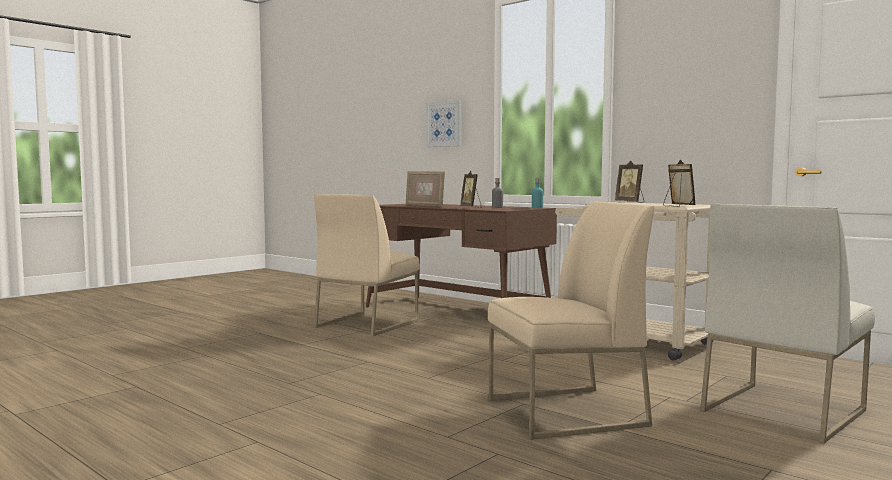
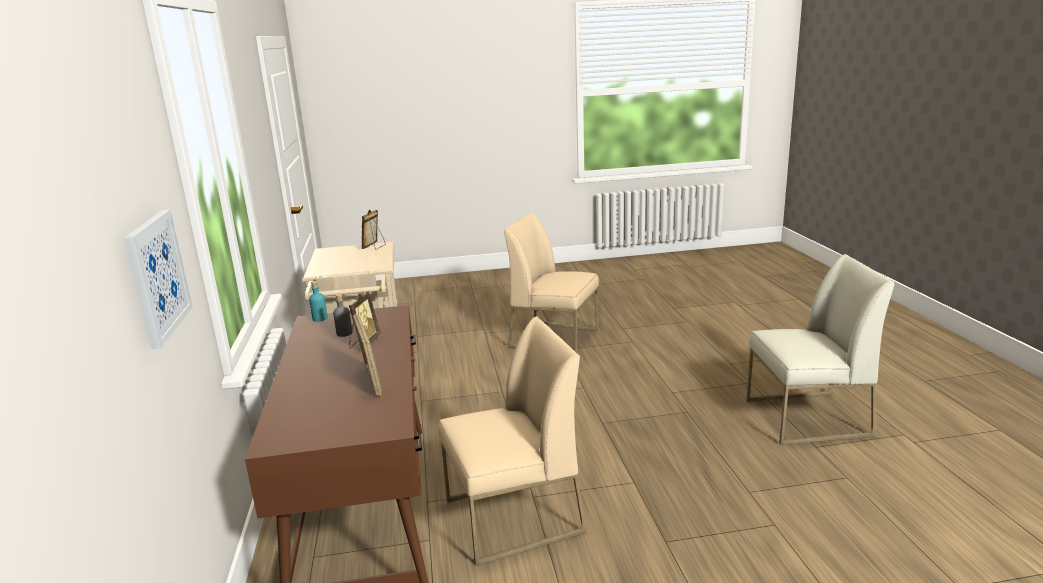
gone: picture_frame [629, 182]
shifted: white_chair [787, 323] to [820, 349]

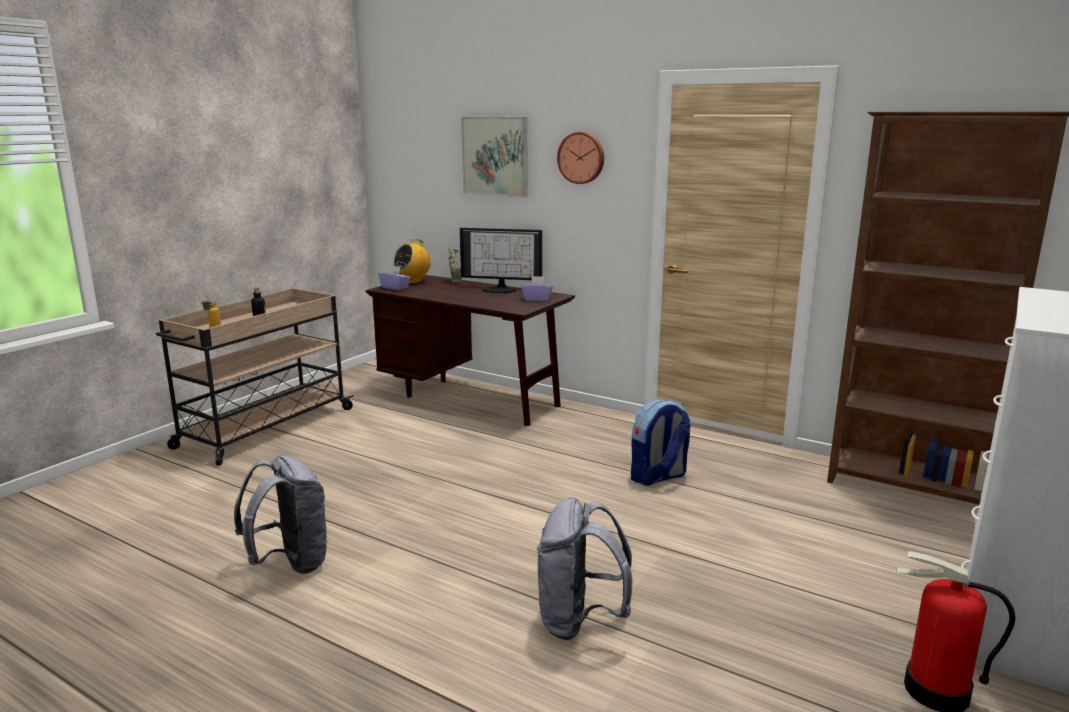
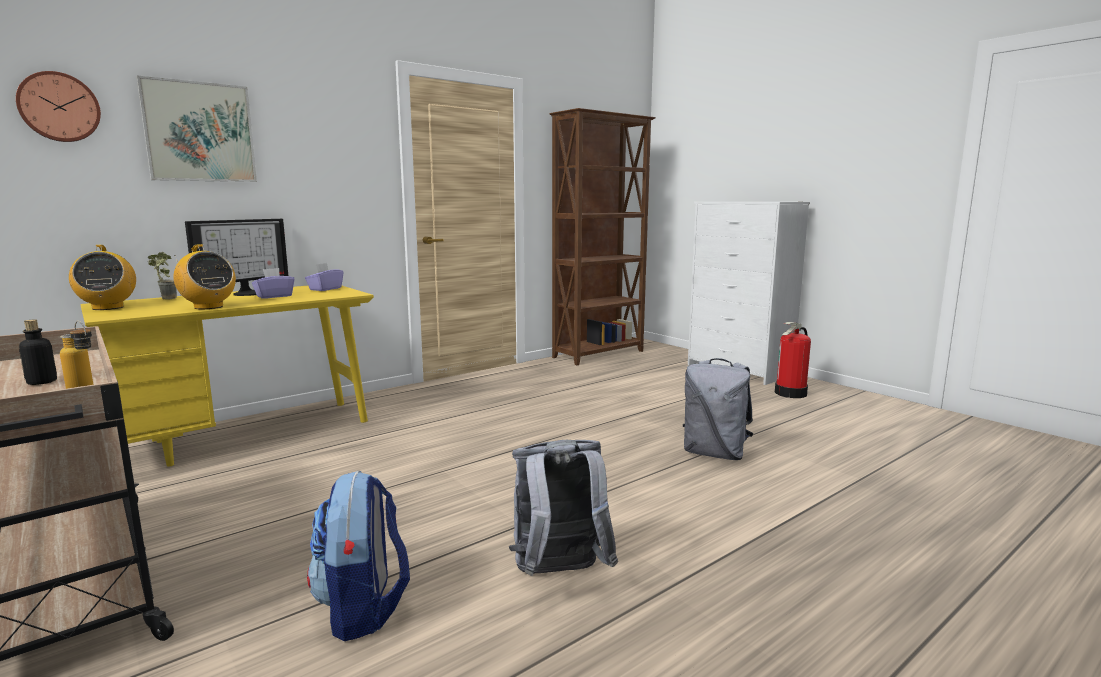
new: radio [205, 276]
shifted: wall_clock [580, 158] to [58, 106]; purple_tissue_box [394, 278] to [273, 283]; backpack [661, 442] to [358, 556]
repainted: brown_desk [470, 350] to yellow_desk [227, 376]

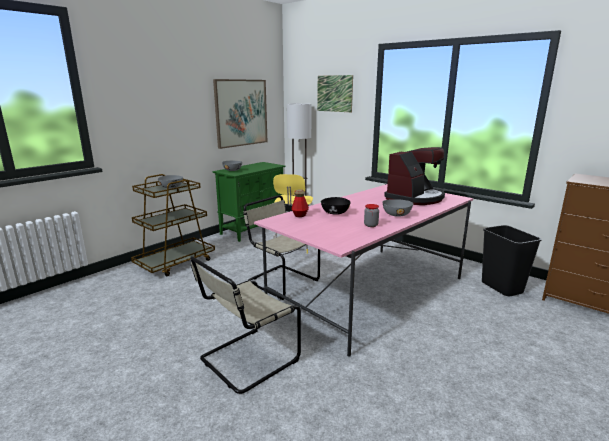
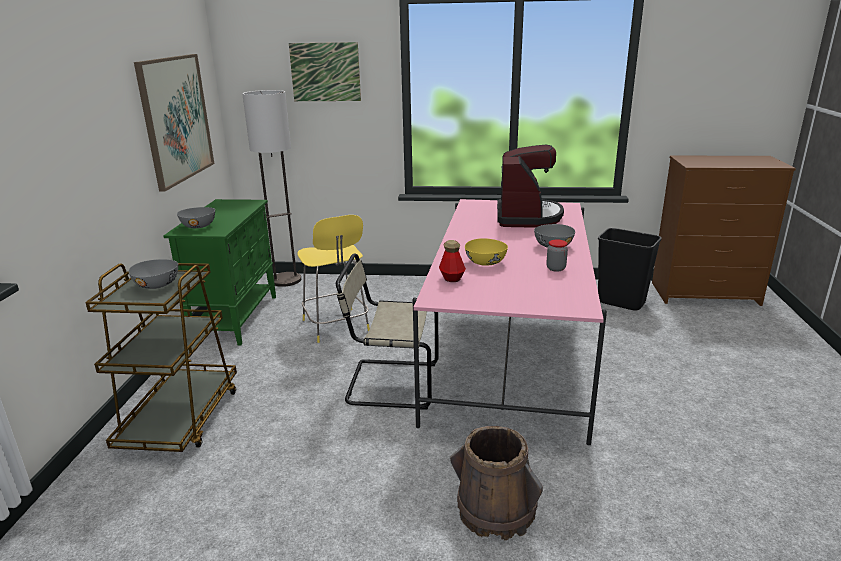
swapped: beige_chair [245, 325] to brown_bucket [496, 483]
repainted: black_bowl [336, 206] to yellow_bowl [486, 252]

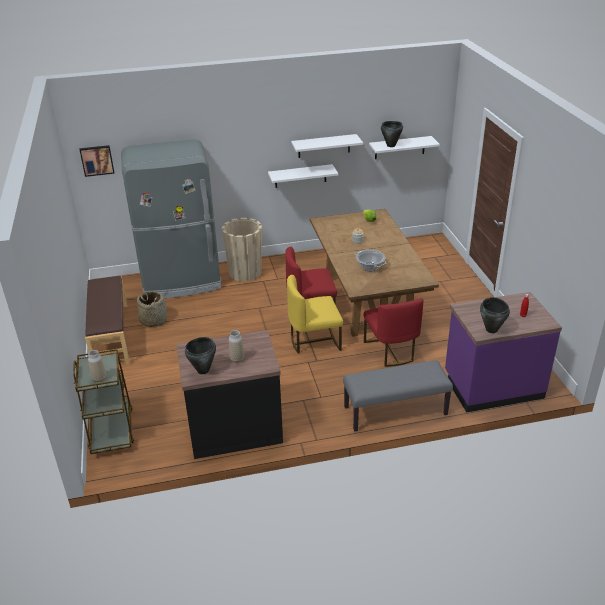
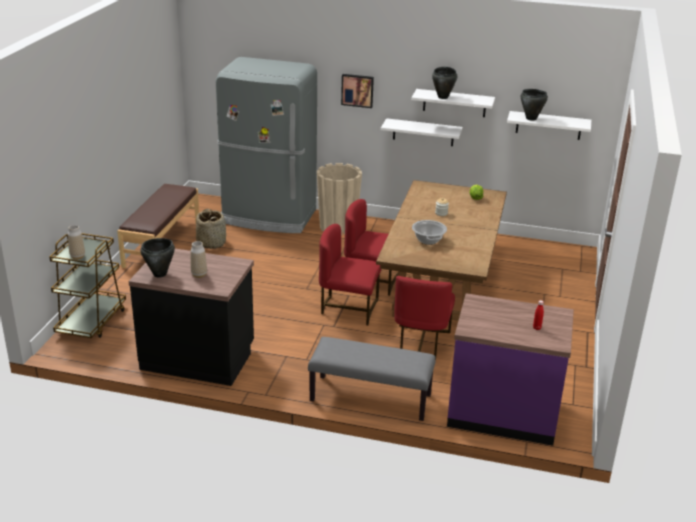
shifted: picture [96, 161] to [357, 91]; black_cooking_pot [495, 315] to [444, 83]
repainted: yellow_chair [315, 314] to red_chair [350, 274]

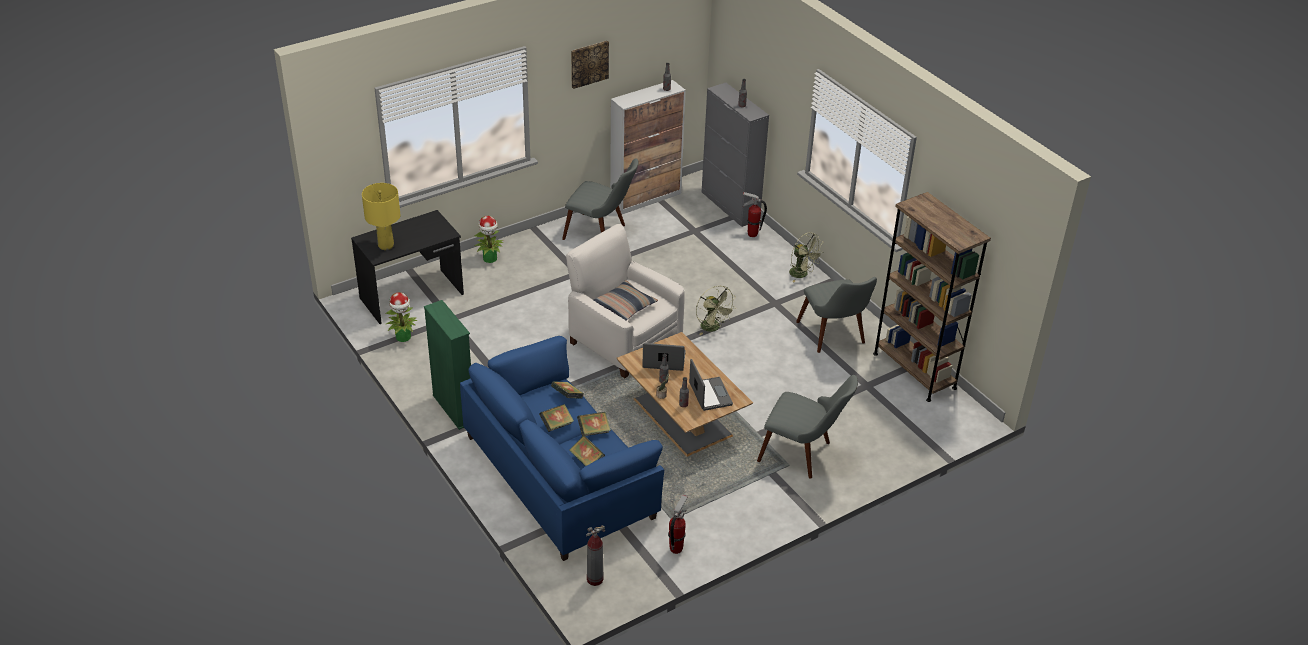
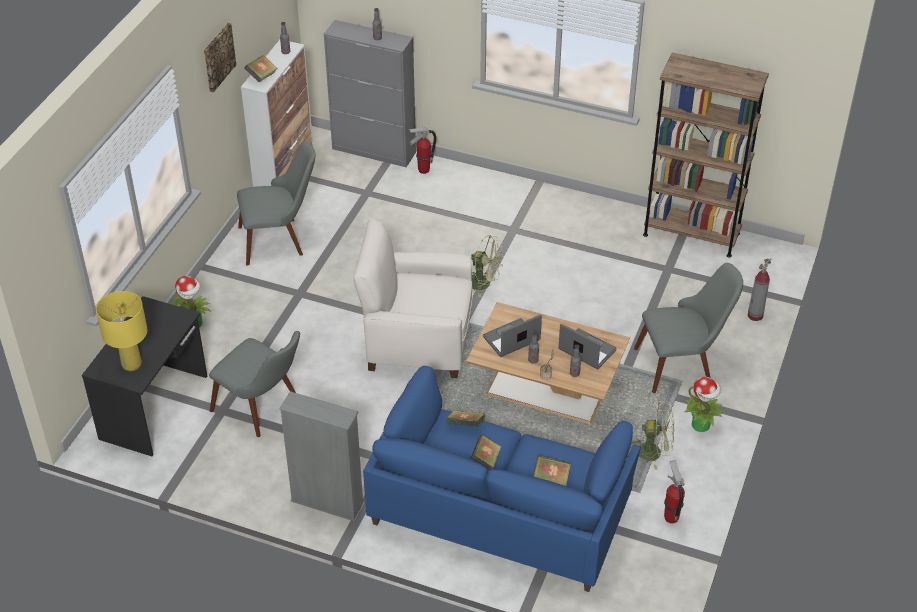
gone: pillow [626, 300]
shifted: green_fan [806, 257] to [654, 435]; grey_chair [836, 315] to [254, 384]; potted_plant [401, 317] to [704, 404]; book [594, 424] to [261, 68]; fire_extinguisher [595, 555] to [760, 289]
repainted: green_bookcase [447, 365] to grey_bookcase [322, 456]

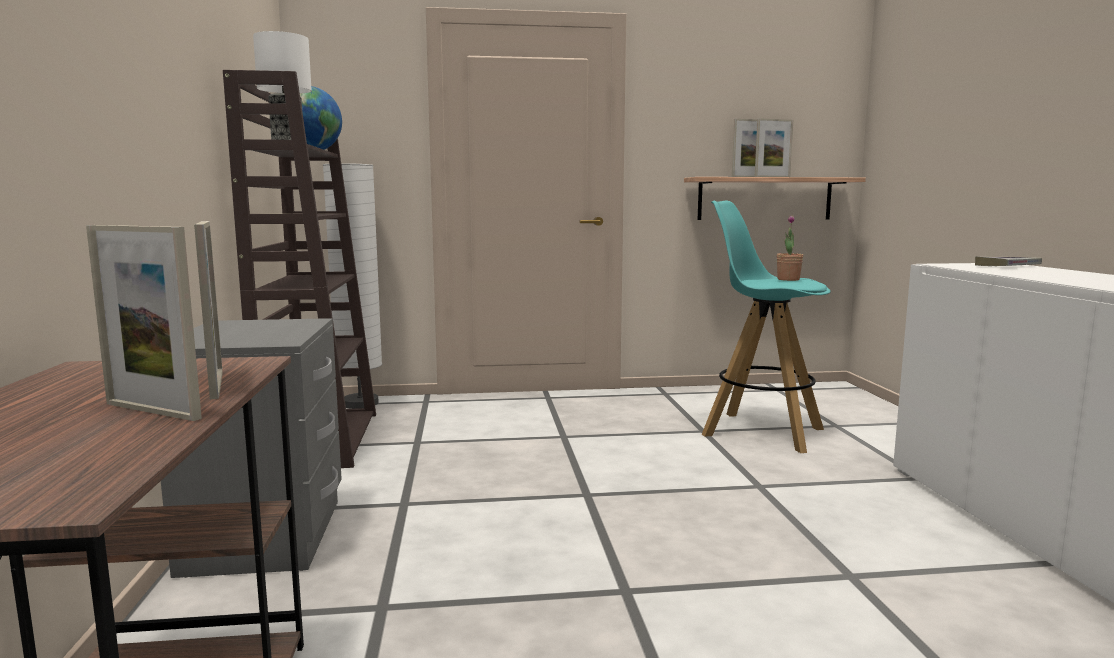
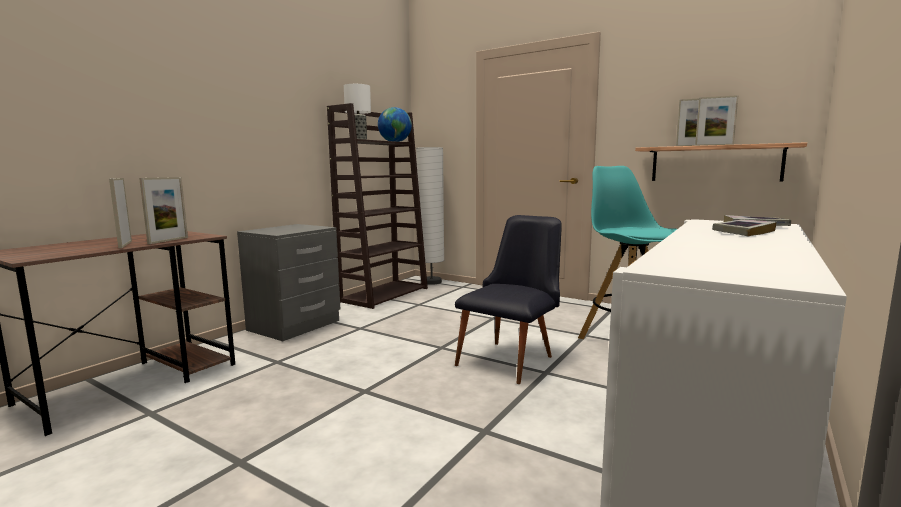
gone: potted_plant [790, 248]
new: black_chair [508, 299]; book [744, 228]

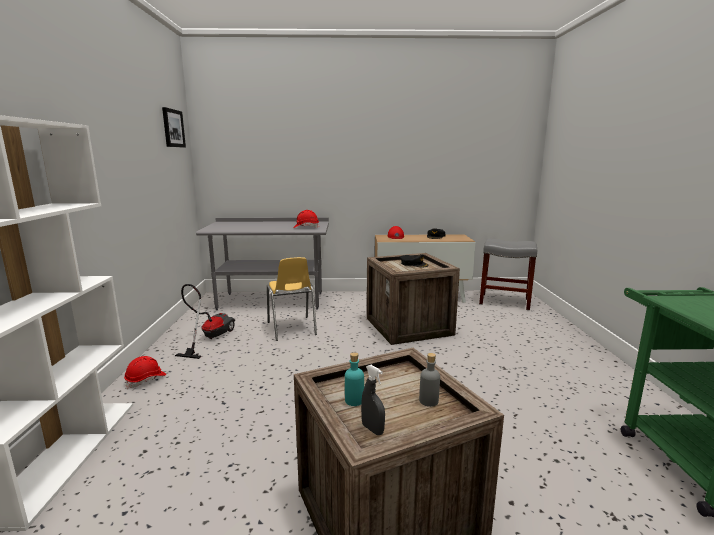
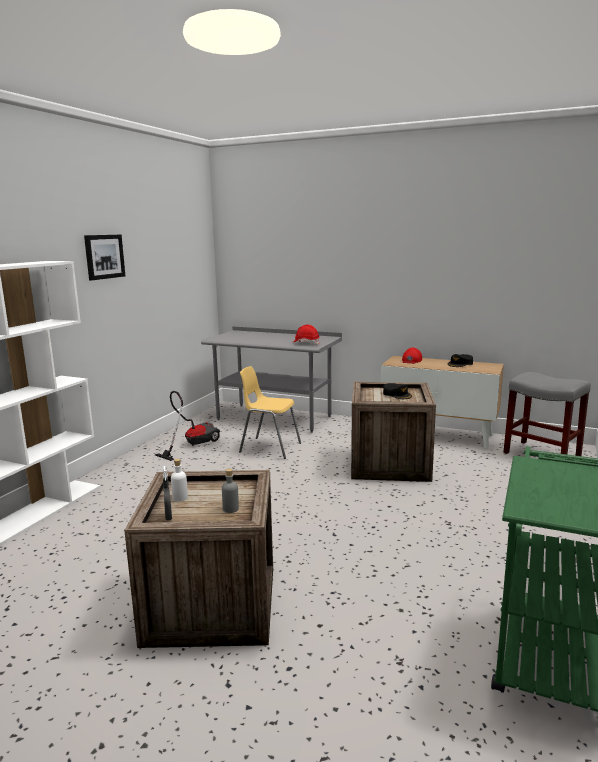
gone: red_hard_hat [145, 372]
shifted: picture [174, 127] to [104, 257]
repainted: turquoise_bottle [354, 379] to white_bottle [179, 480]
rotated: yellow_chair [292, 299] = [270, 412] 105 degrees clockwise

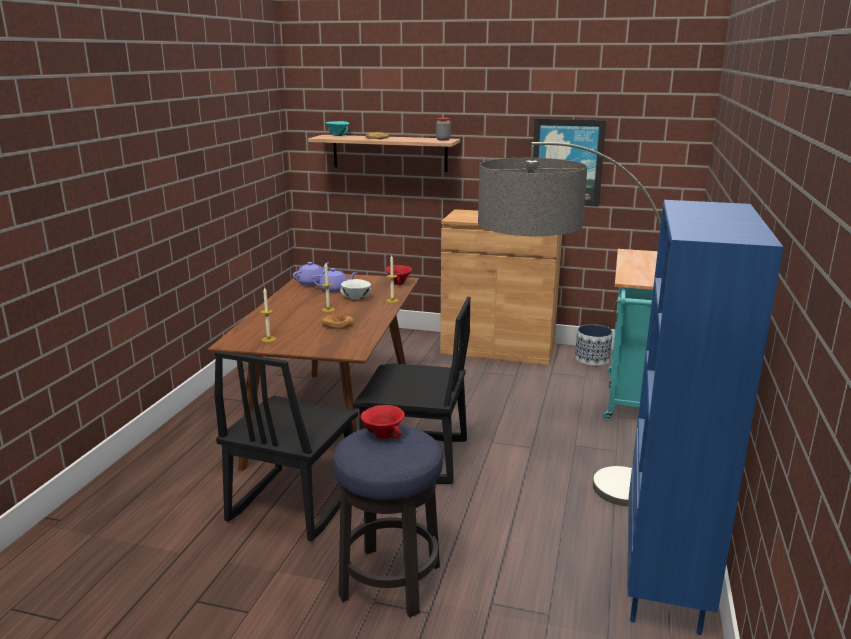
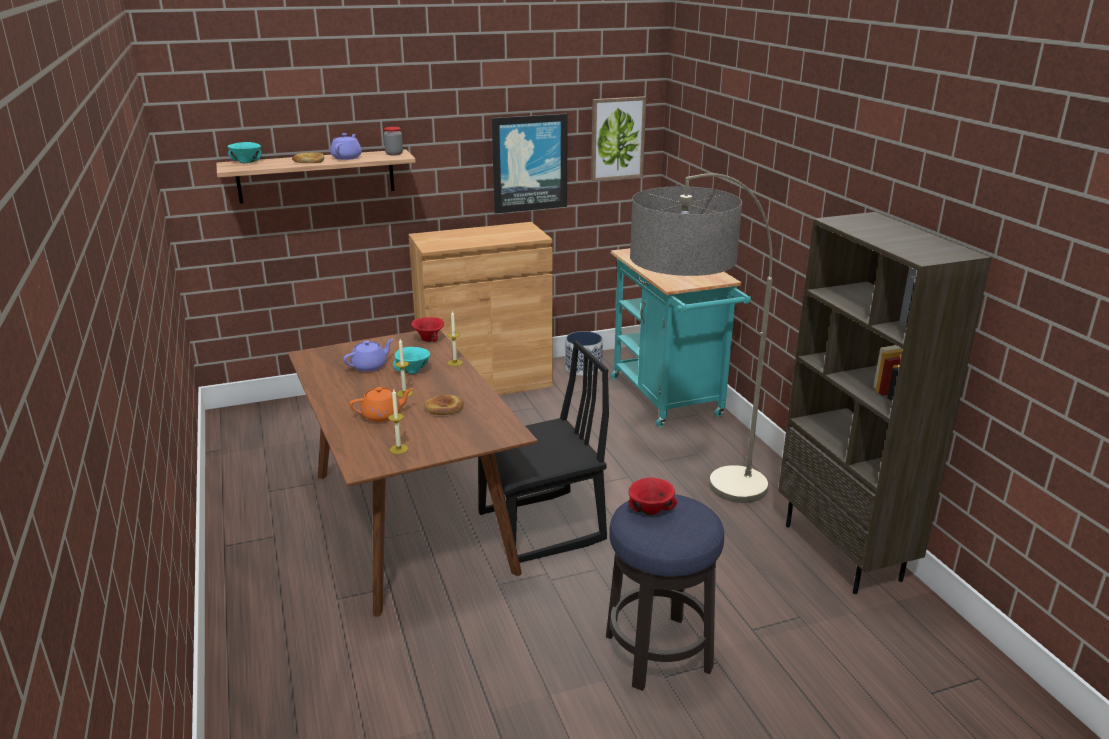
gone: black_chair [286, 445]
new: picture [618, 138]; orange_teapot [381, 404]
shifted: purple_teapot [311, 274] to [346, 146]
repainted: blue_bookcase [705, 417] to brown_bookcase [885, 403]; white_bowl [355, 289] to turquoise_bowl [411, 360]

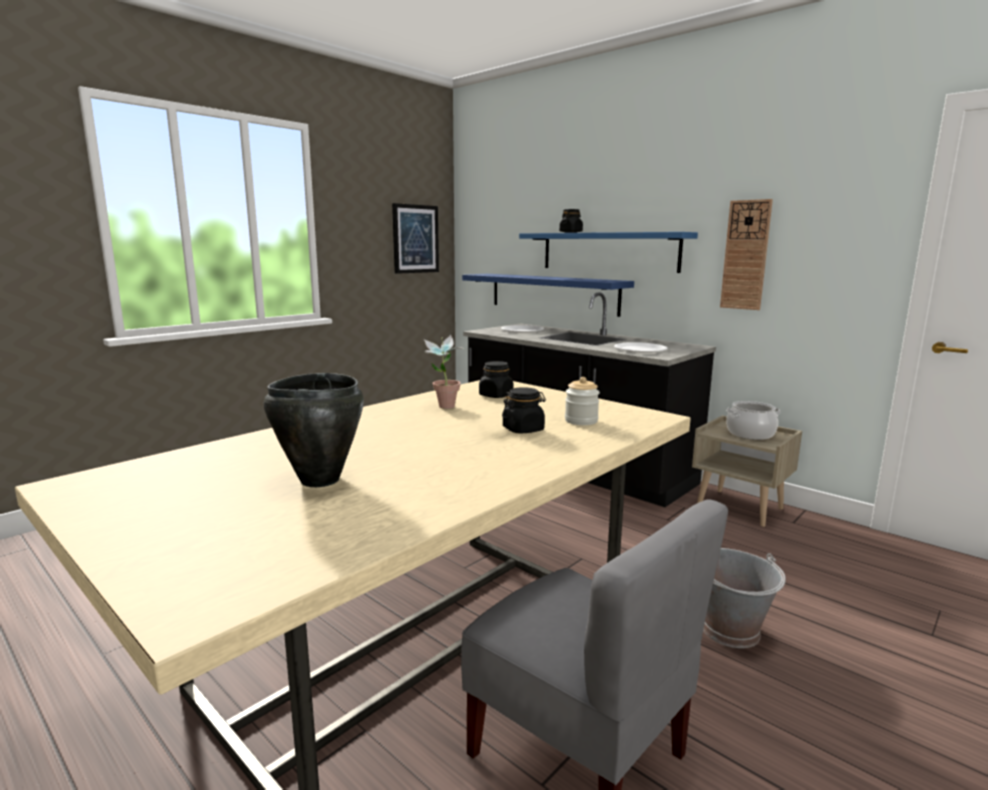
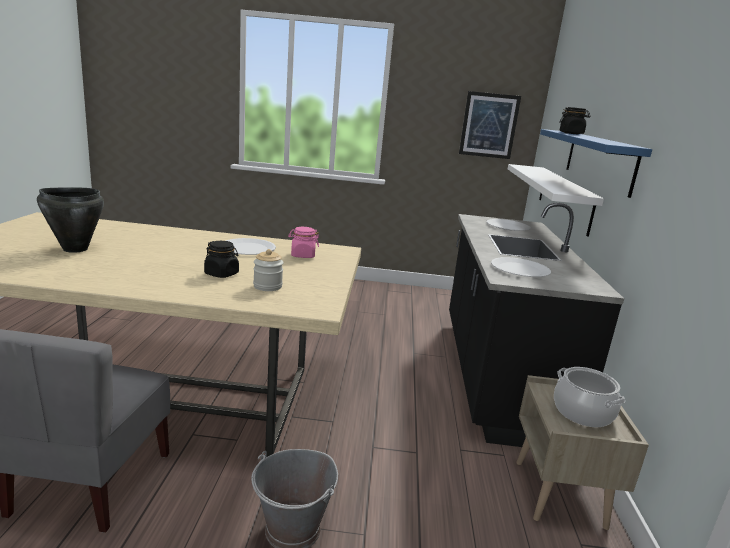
gone: wall_clock [746, 254]
swapped: potted_plant [445, 372] to white_plate [251, 246]
repainted: blue_shelf [548, 295] to white_shelf [556, 200]; black_jar [496, 379] to pink_jar [303, 242]

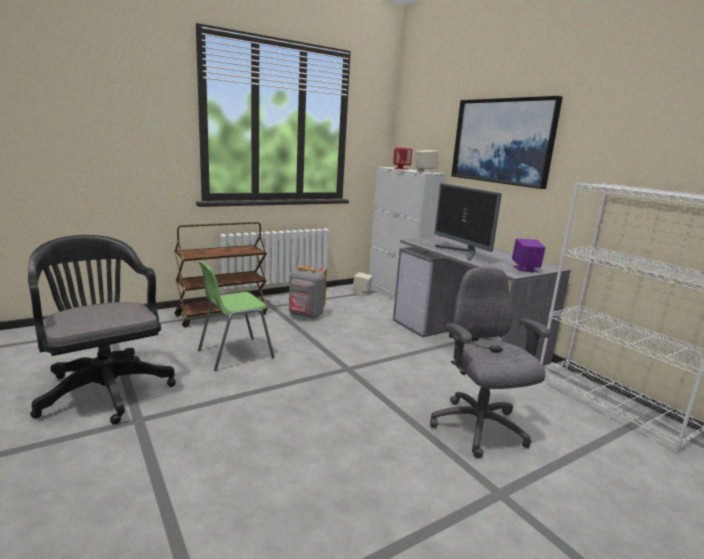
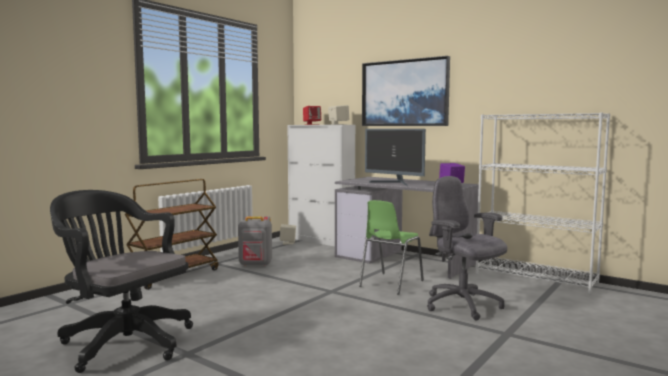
shifted: green_chair [236, 316] to [391, 247]

